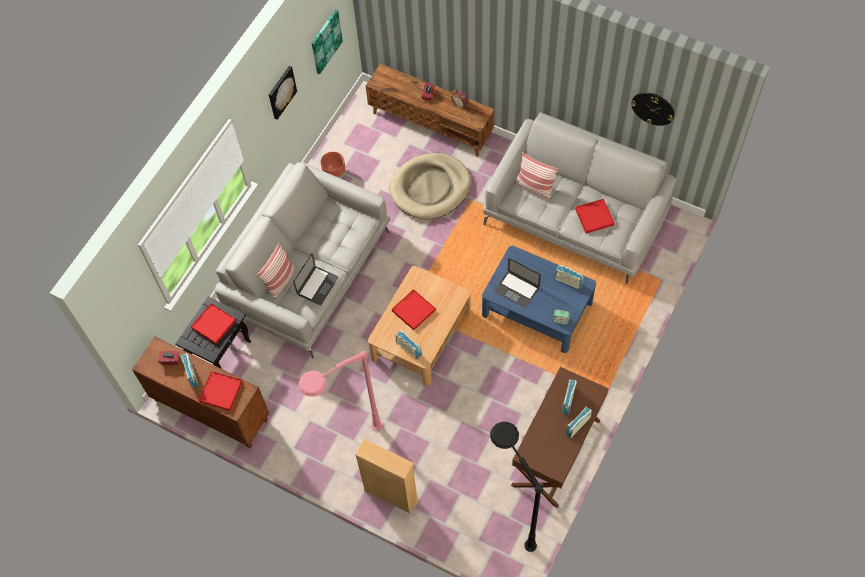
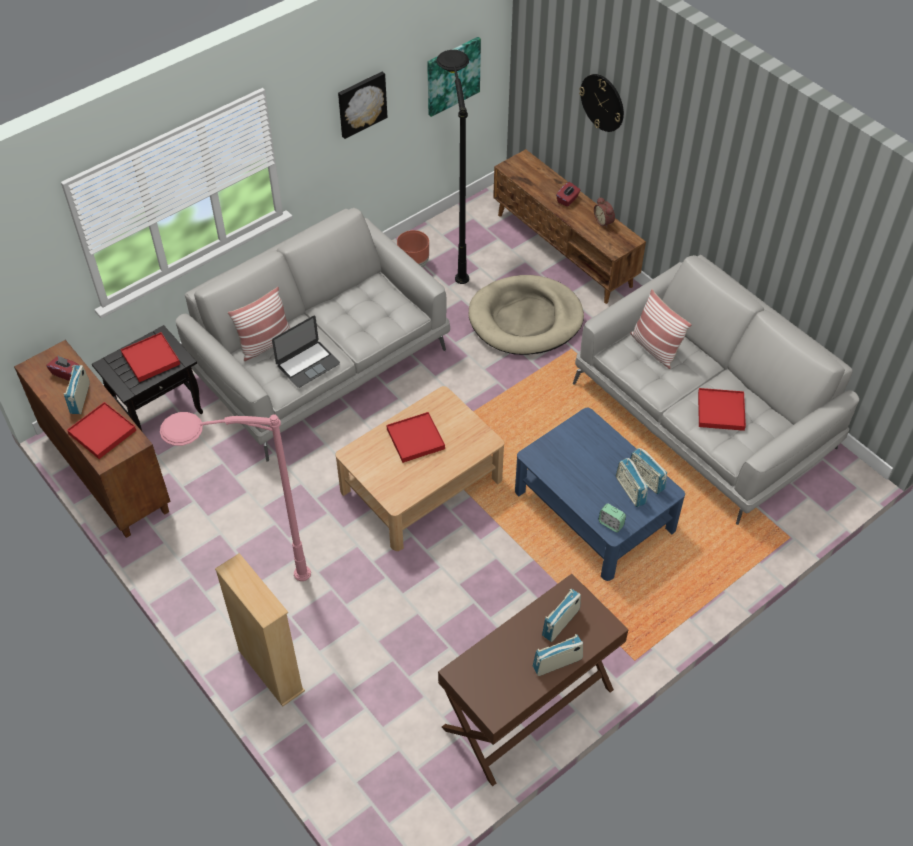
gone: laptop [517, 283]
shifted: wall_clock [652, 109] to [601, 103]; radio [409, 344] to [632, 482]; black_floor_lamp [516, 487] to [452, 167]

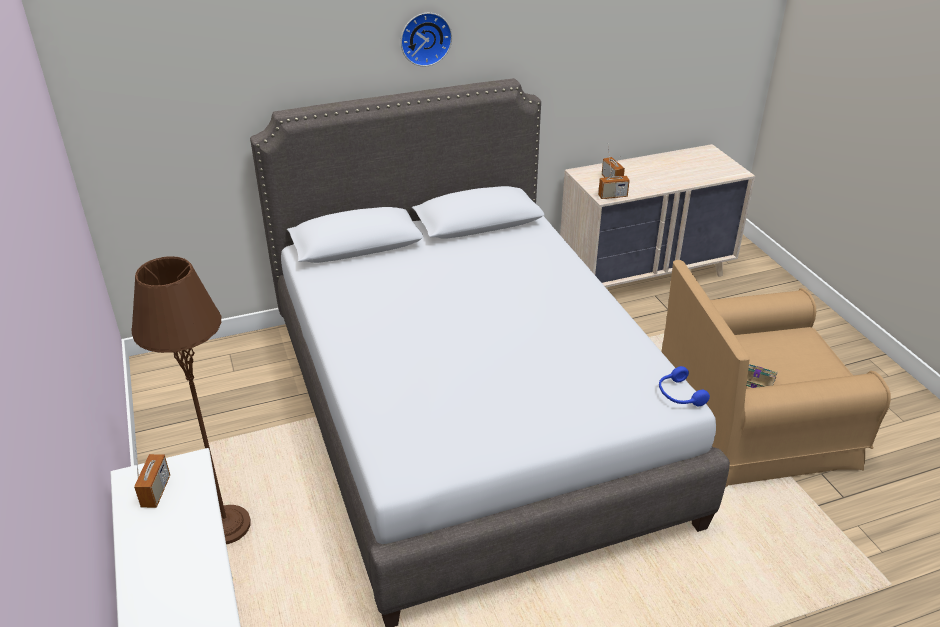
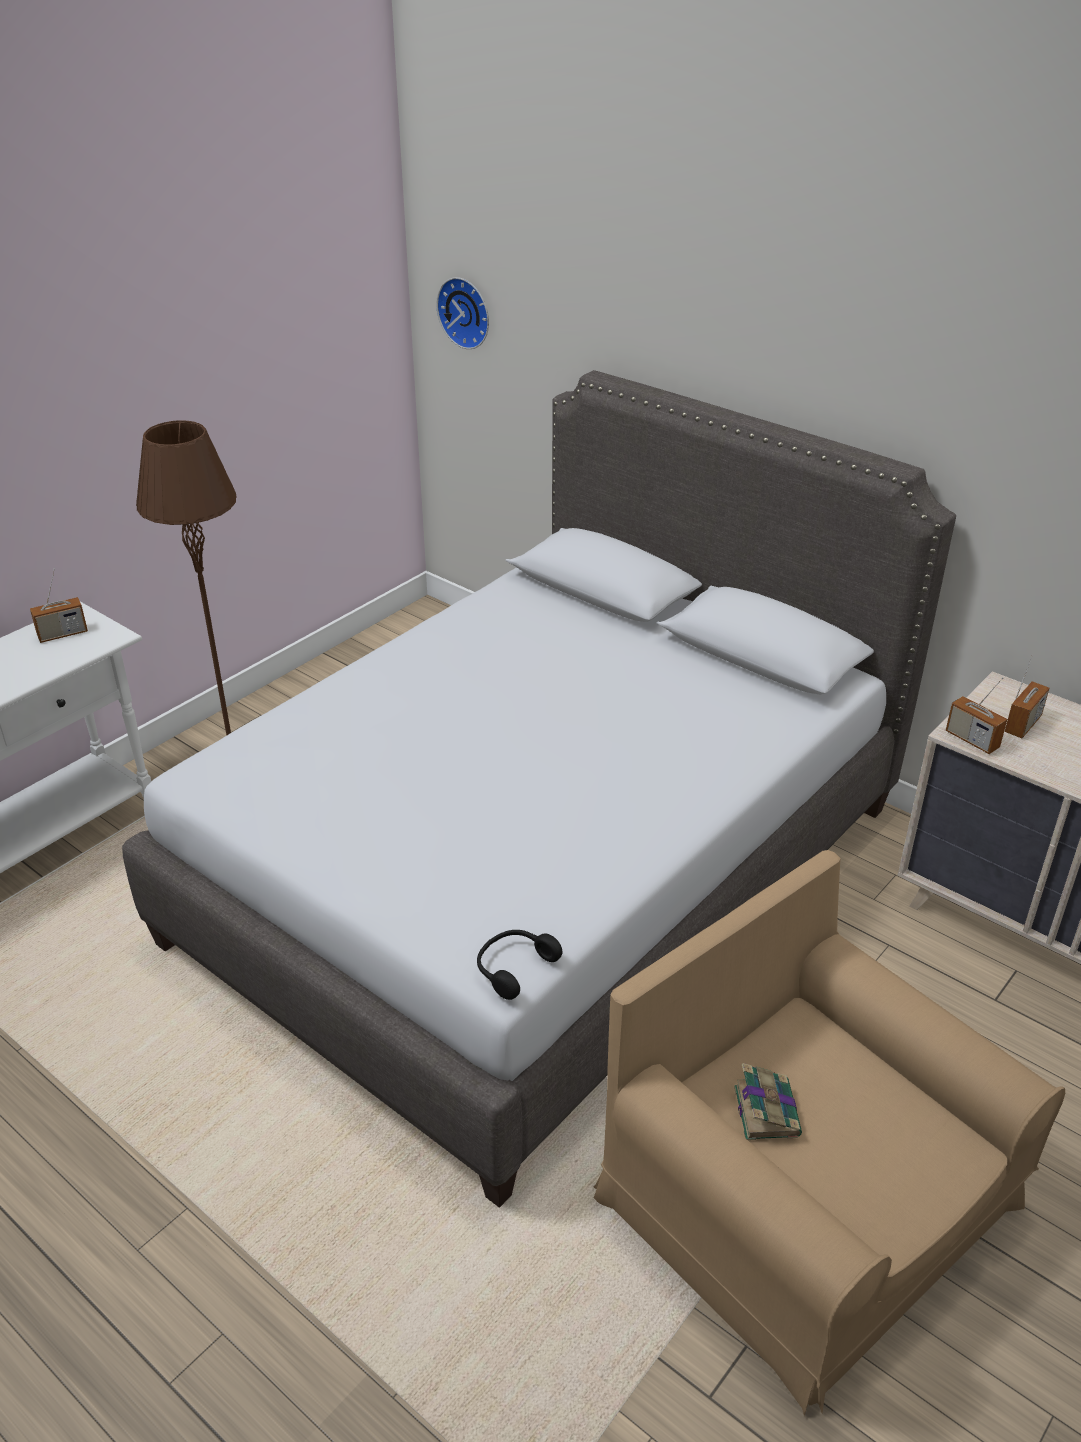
shifted: wall_clock [426, 39] to [462, 313]
repainted: blue_headphones [684, 386] to black_headphones [519, 965]

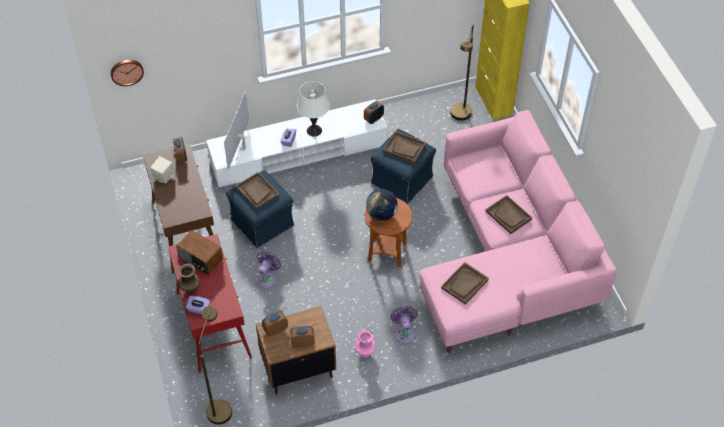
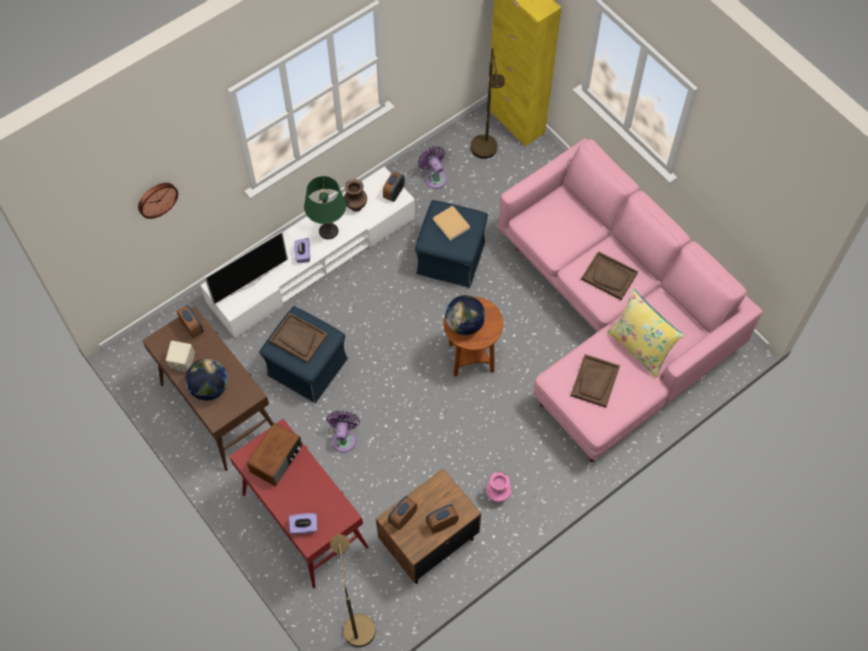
new: yellow_pillow [645, 333]; globe [207, 379]
shifted: wall_clock [127, 73] to [158, 201]; brown_vase [189, 279] to [355, 195]; purple_fan [404, 325] to [432, 167]
swapped: brown_tray [404, 147] to beige_book [451, 223]
repainted: white_table_lamp [313, 108] to green_table_lamp [325, 207]
rotated: television [236, 130] = [246, 268] 120 degrees counterclockwise; radio [199, 252] = [274, 454] 75 degrees counterclockwise

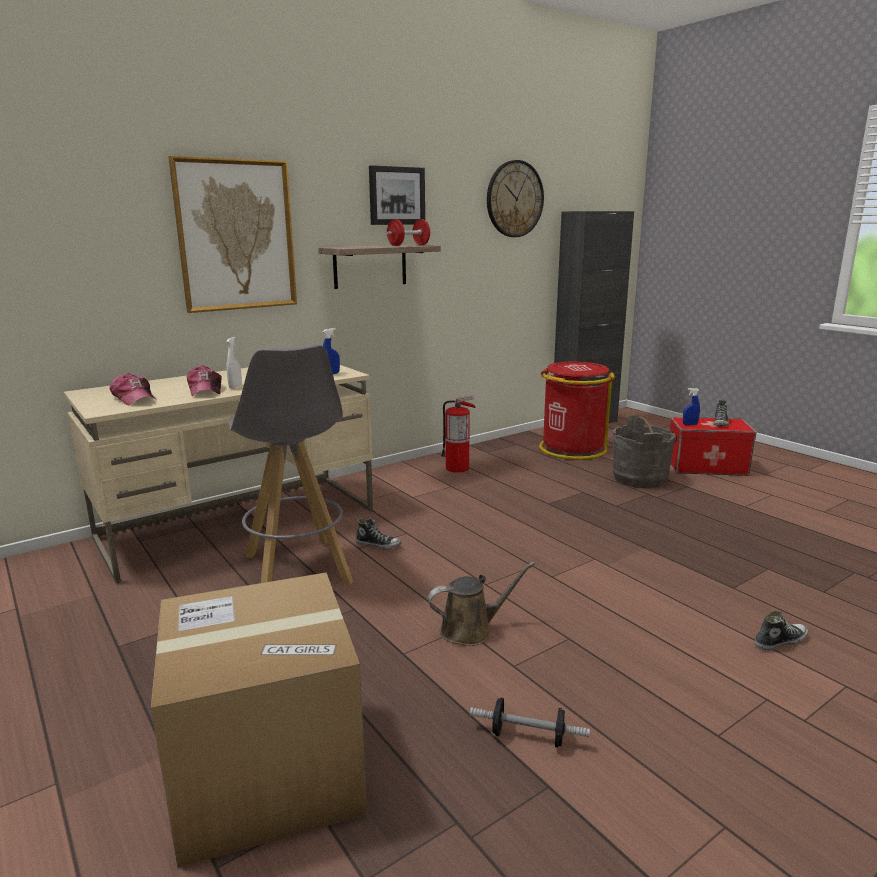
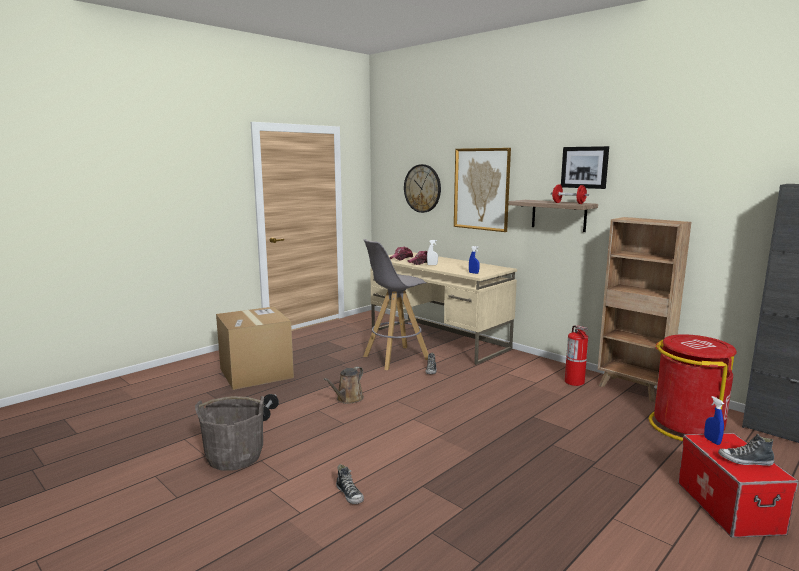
new: brown_bookcase [644, 309]
shifted: wall_clock [515, 198] to [422, 188]; grey_bucket [644, 451] to [229, 433]
rotated: brown_watering_can [481, 604] = [344, 385] 60 degrees clockwise

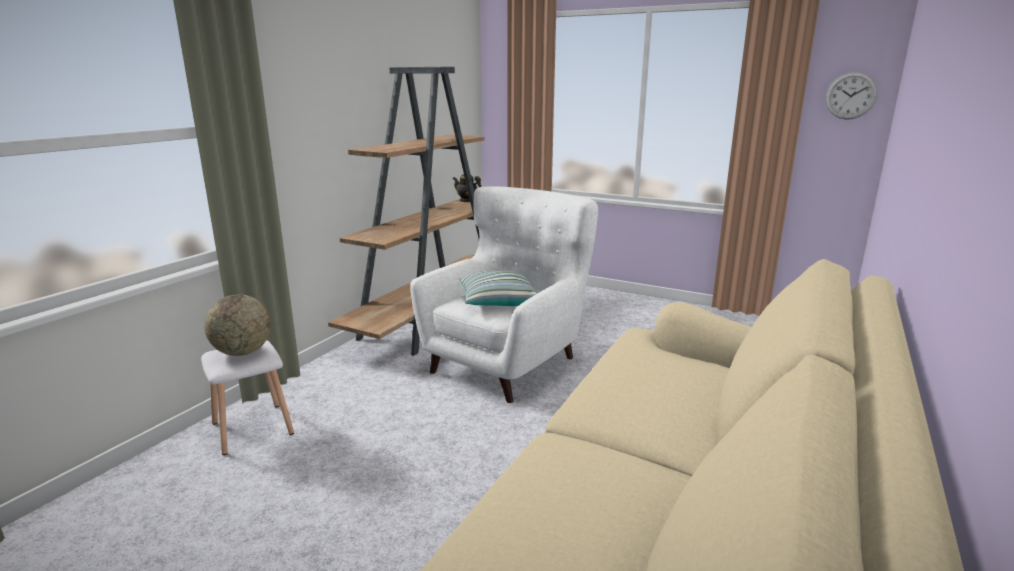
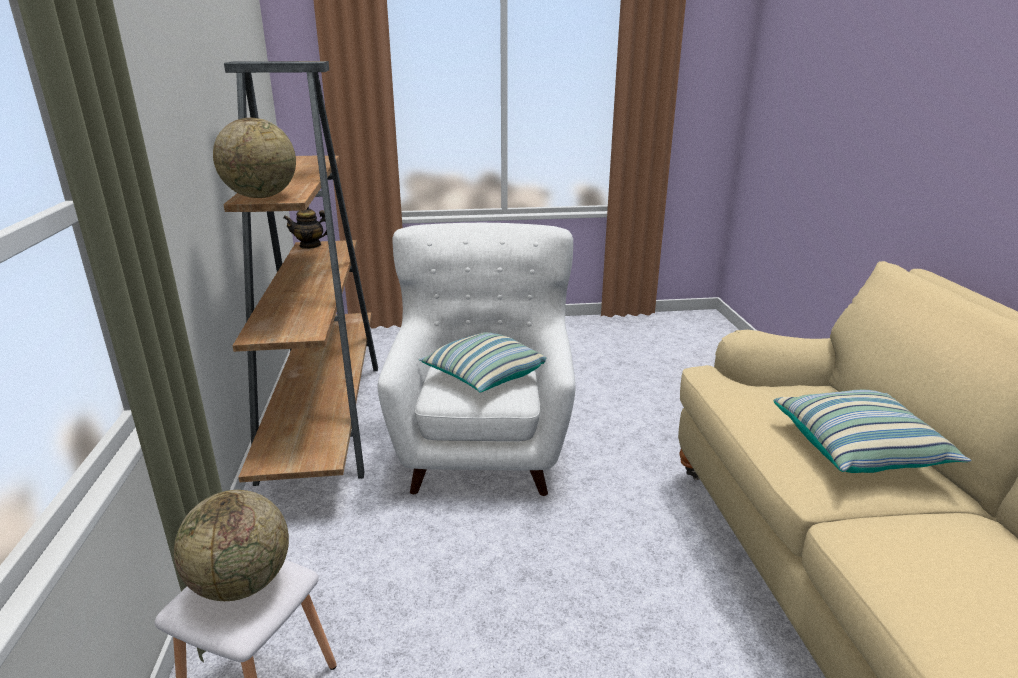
gone: wall_clock [851, 96]
new: globe [254, 158]; pillow [872, 431]

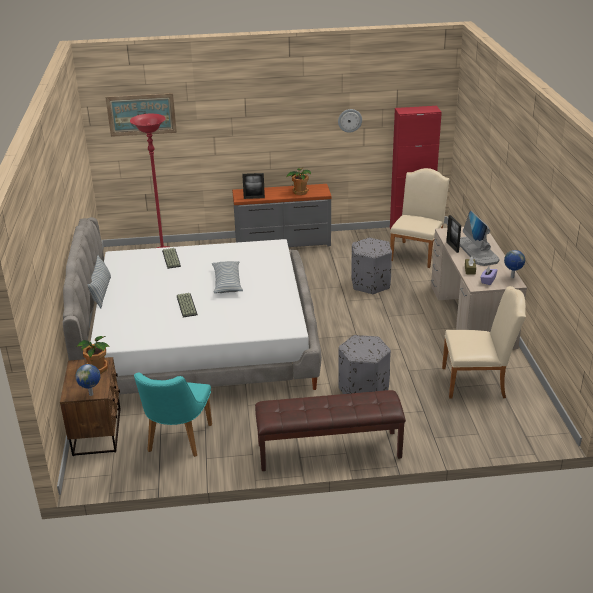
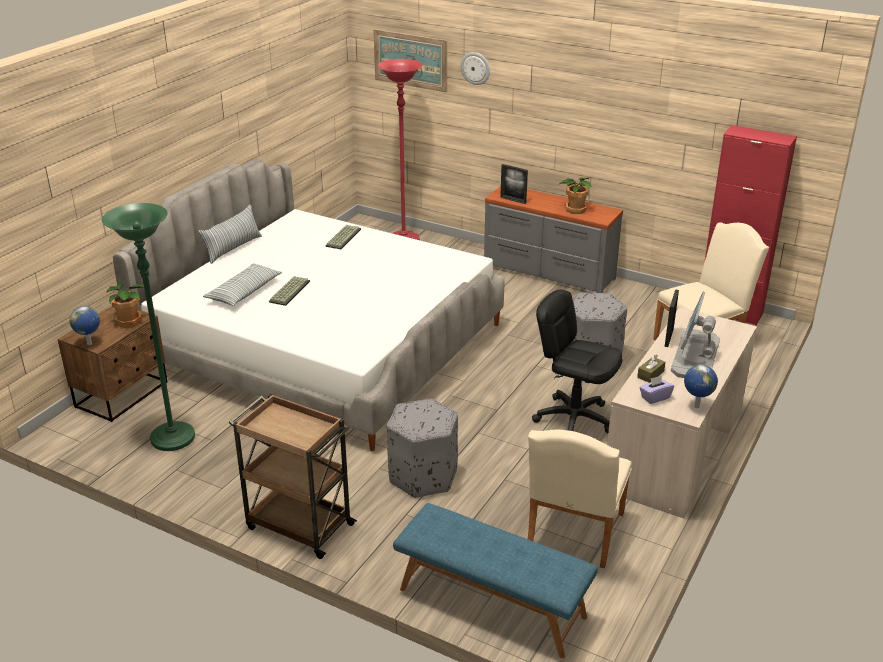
new: black_office_chair [577, 361]; blue_bench [495, 580]
shifted: wall_clock [350, 121] to [475, 68]; pillow [227, 277] to [242, 284]
swapped: turquoise_chair [173, 415] to green_floor_lamp [148, 327]; brown_bench [330, 430] to brown_cart [293, 476]
rotated: beige_chair [484, 342] = [580, 499] 75 degrees clockwise

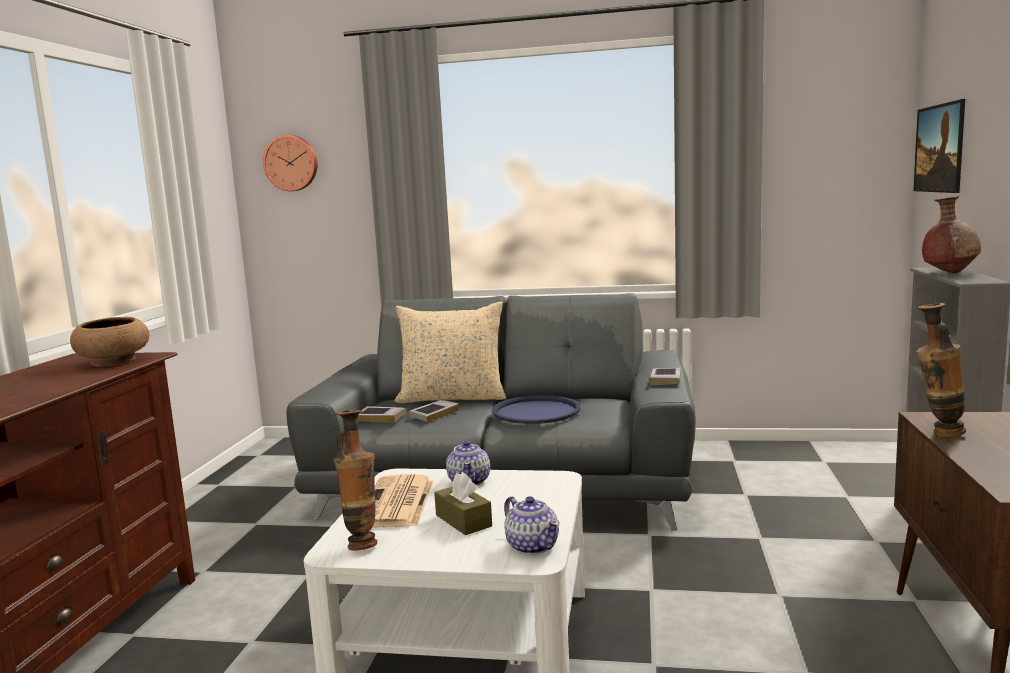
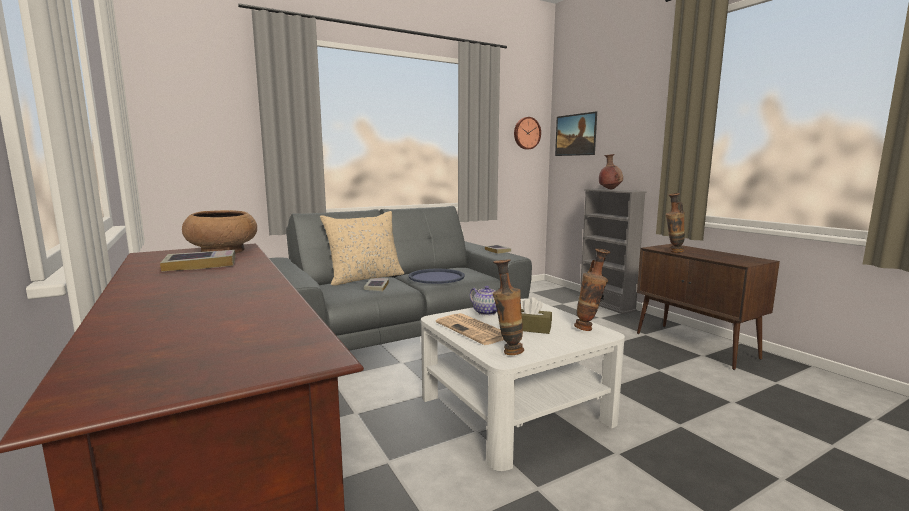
shifted: wall_clock [290, 163] to [527, 133]; book [382, 414] to [197, 261]
swapped: teapot [532, 525] to vase [592, 290]

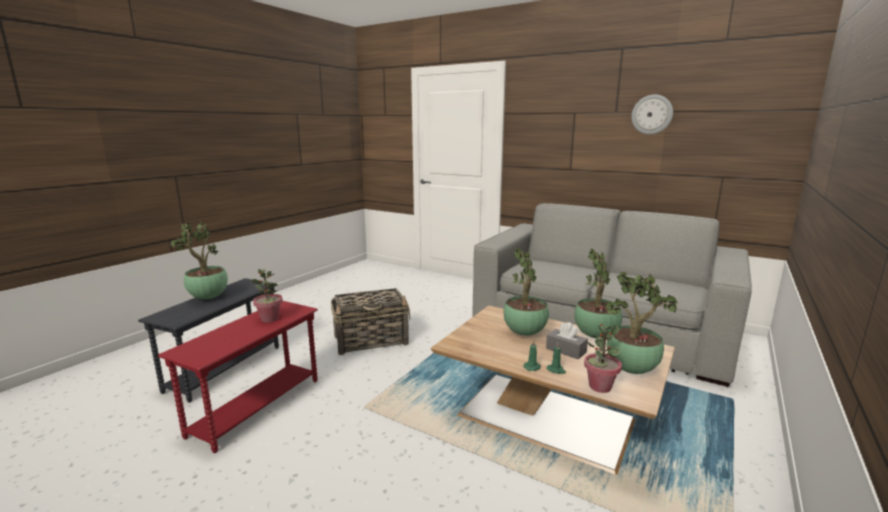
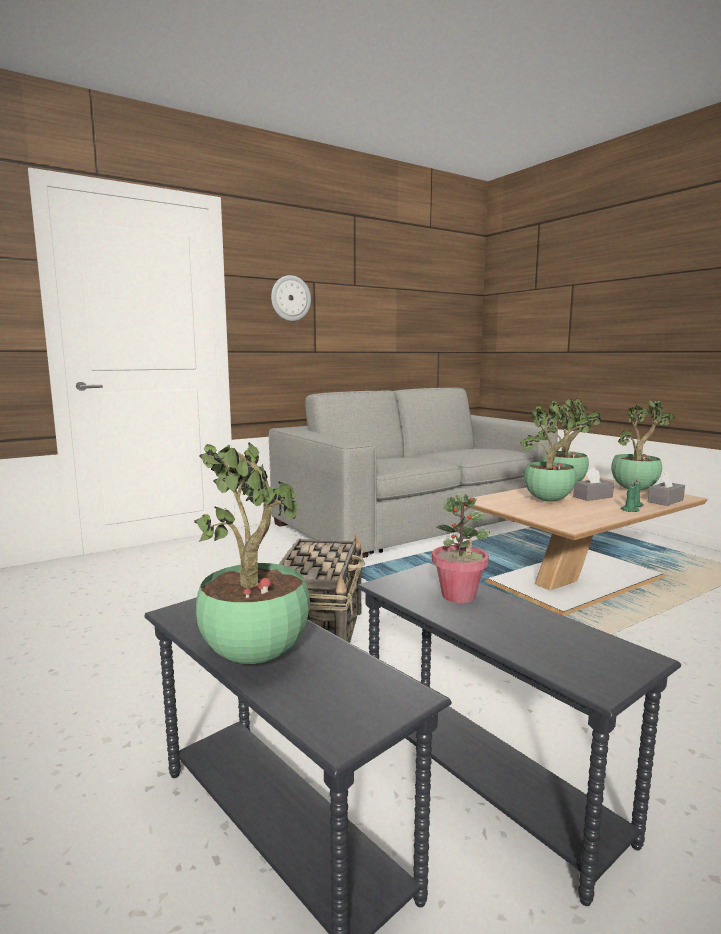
shifted: wall_clock [652, 114] to [291, 298]
swapped: potted_plant [603, 358] to grey_tissue_box [666, 488]
repainted: red_side_table [238, 377] to grey_side_table [519, 734]

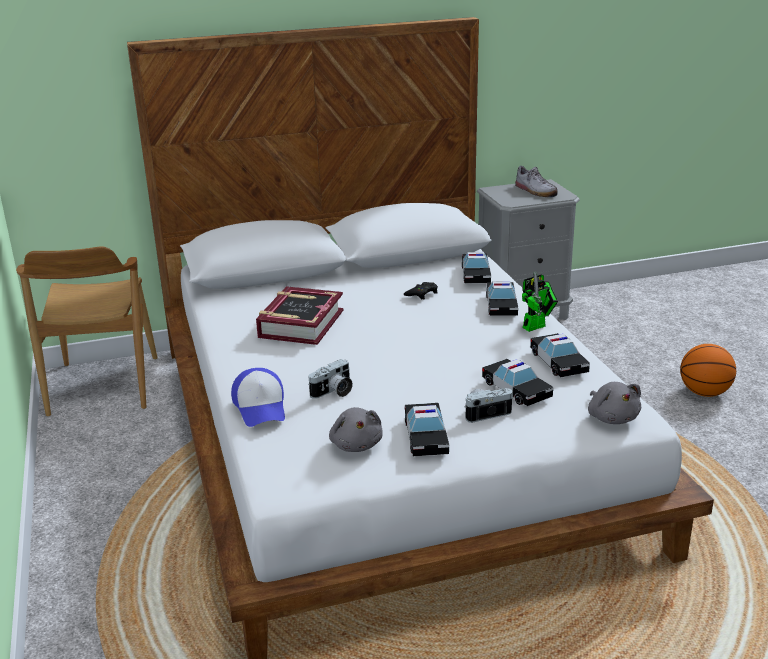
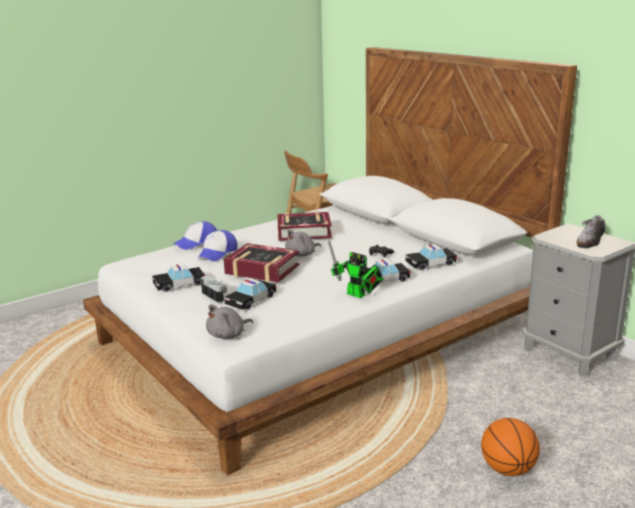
gone: toy_car [560, 355]
new: book [261, 262]
shifted: grey_plush_toy [356, 429] to [303, 243]
swapped: photo_camera [330, 379] to cap [218, 245]

